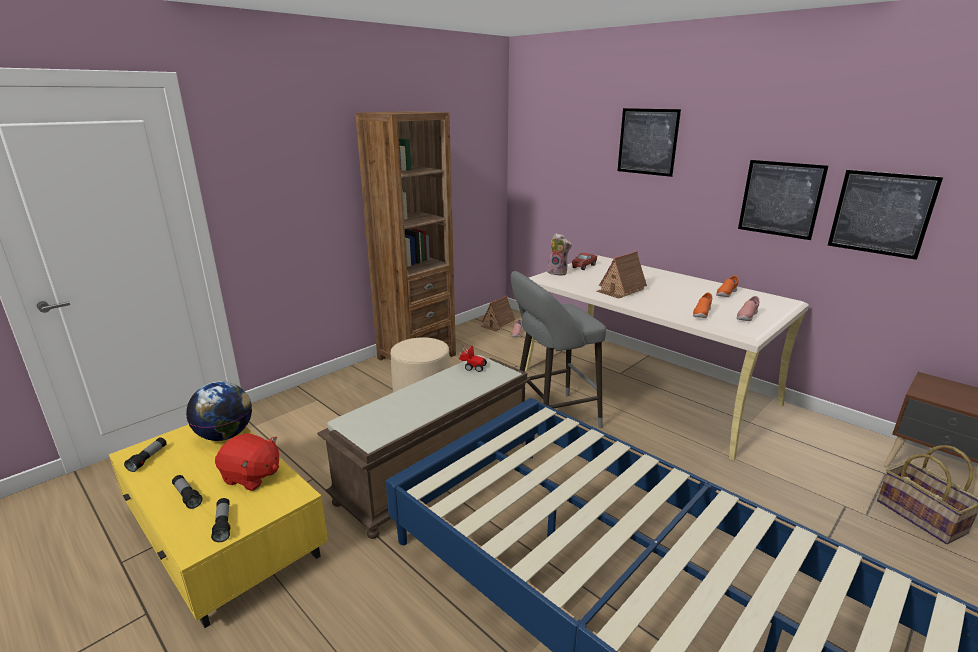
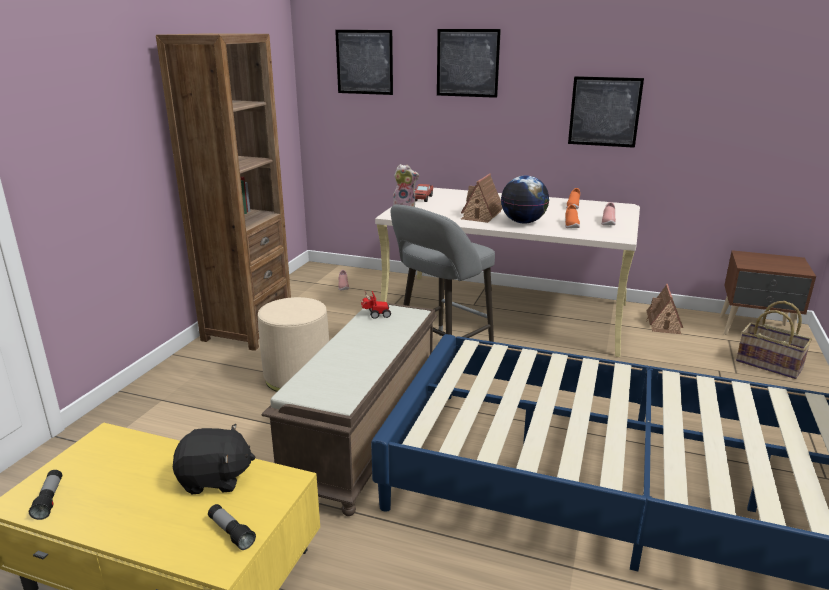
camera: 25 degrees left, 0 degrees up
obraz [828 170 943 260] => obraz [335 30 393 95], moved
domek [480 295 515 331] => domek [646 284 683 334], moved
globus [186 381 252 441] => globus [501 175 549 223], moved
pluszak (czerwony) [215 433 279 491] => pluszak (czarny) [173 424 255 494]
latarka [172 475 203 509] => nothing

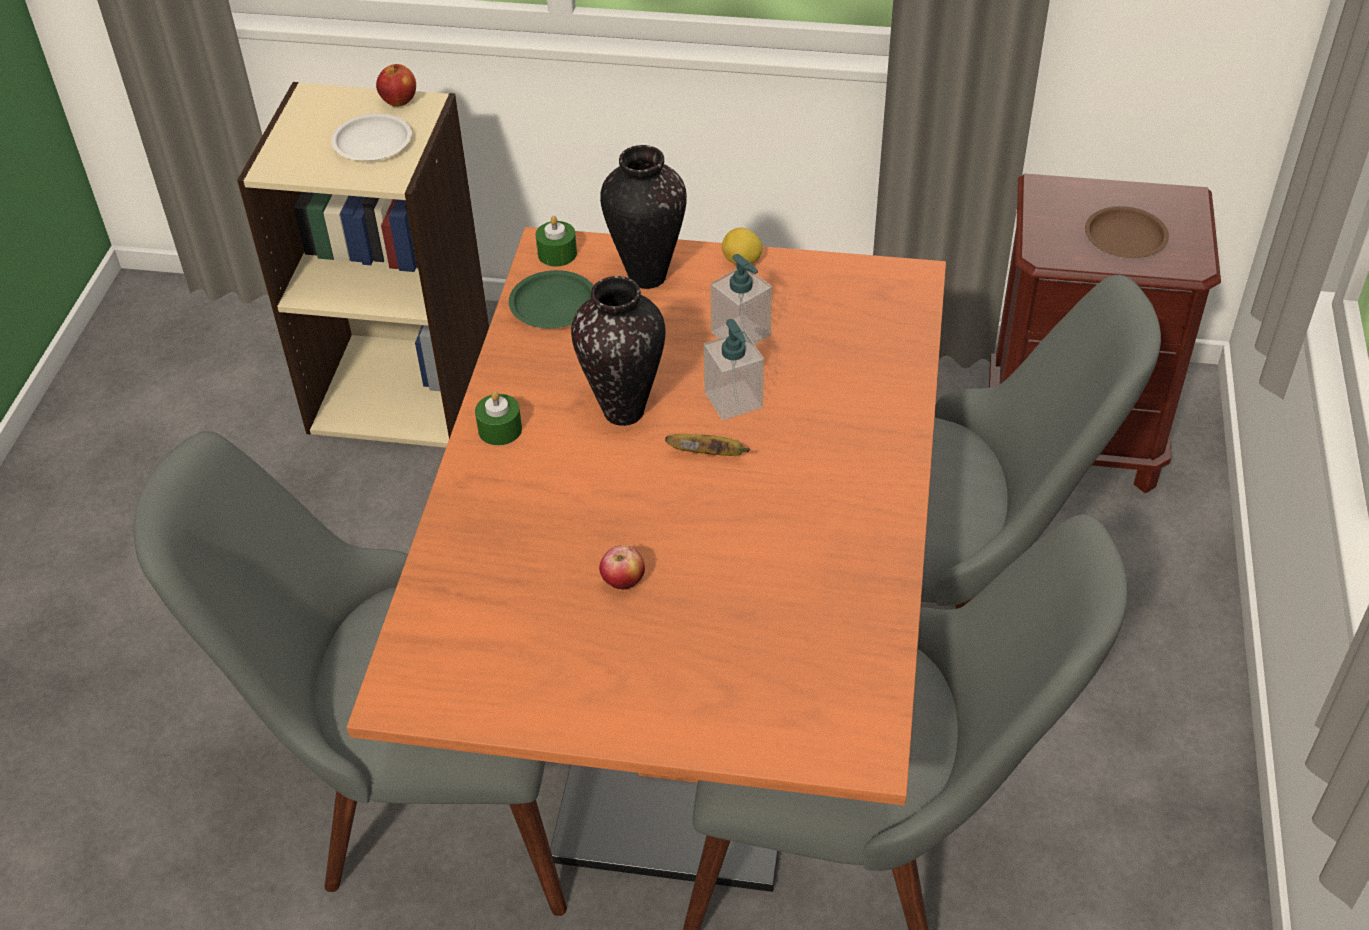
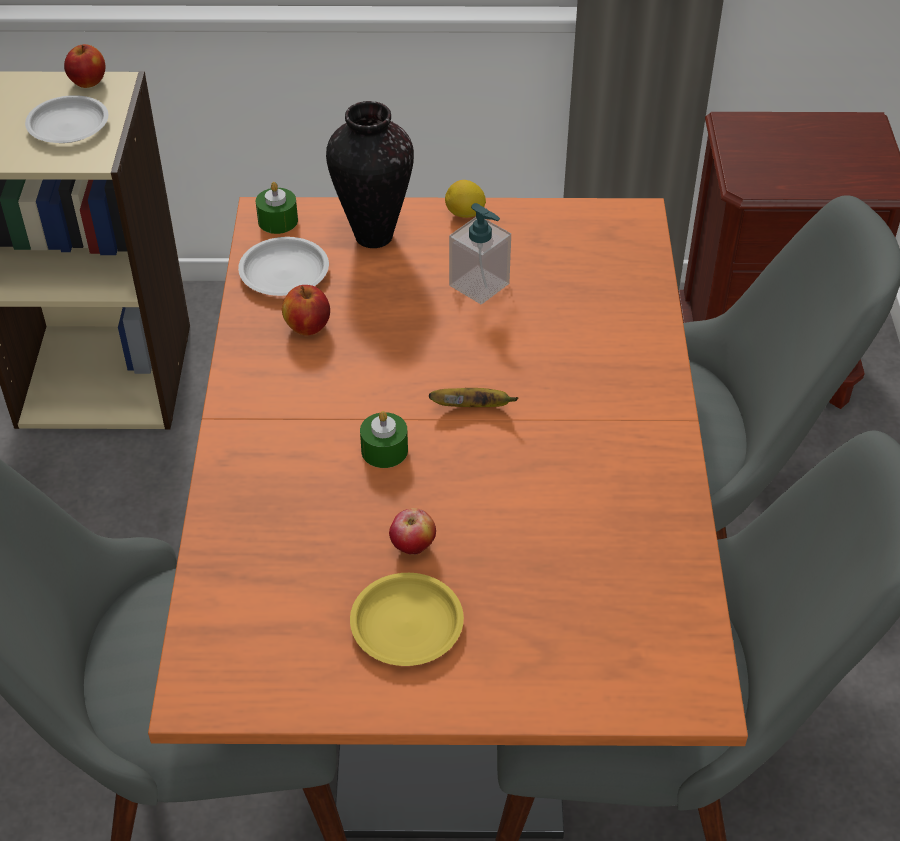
camera: 10 degrees left, 0 degrees up
talerz (brązowy) [1085 206 1169 258] => nothing
talerz (zielony) [509 270 593 329] => talerz (biały) [238 237 329 296]
wazon [571 276 665 426] => nothing
dozownik mydła [704 319 764 420] => nothing
świeca (zielony) [475 391 522 446] => świeca (zielony) [360 411 408 468], moved
nothing => jabłko [282 285 330 336]
nothing => talerz (żółty) [350 573 464 666]

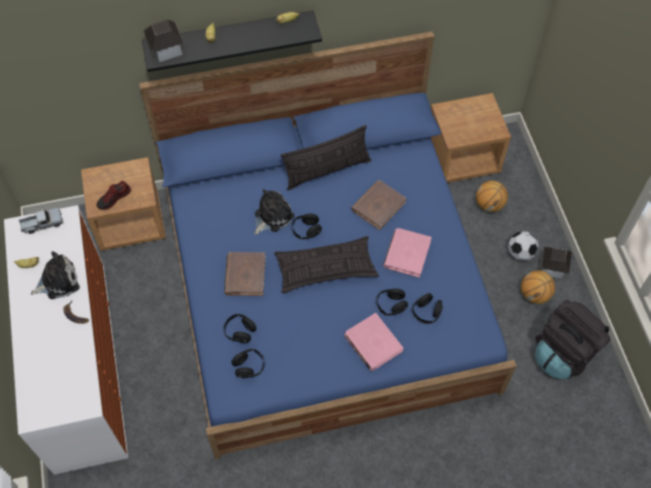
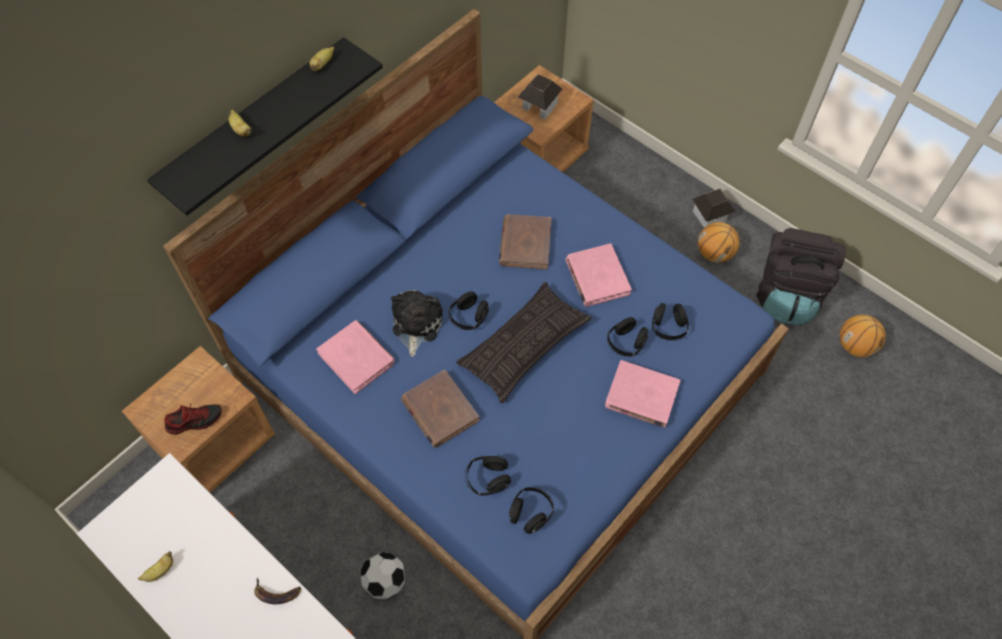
camera: 35 degrees left, 0 degrees up
domek [144 20 184 62] => domek [518 74 562 119], moved
poduszka [281 125 372 190] => nothing
but [96 181 131 210] => but [164 404 222 435], 120 degrees counterclockwise
piłka do koszykówki [476 181 508 212] => piłka do koszykówki [840 314 886 357], moved
ciężarówka zabawkowa [19 208 63 234] => nothing
piłka futbolowa [508 231 539 261] => piłka futbolowa [361 552 405 600], moved
pluszak [31 251 80 299] => nothing
nothing => książka (różowy) [316 320 395 394]

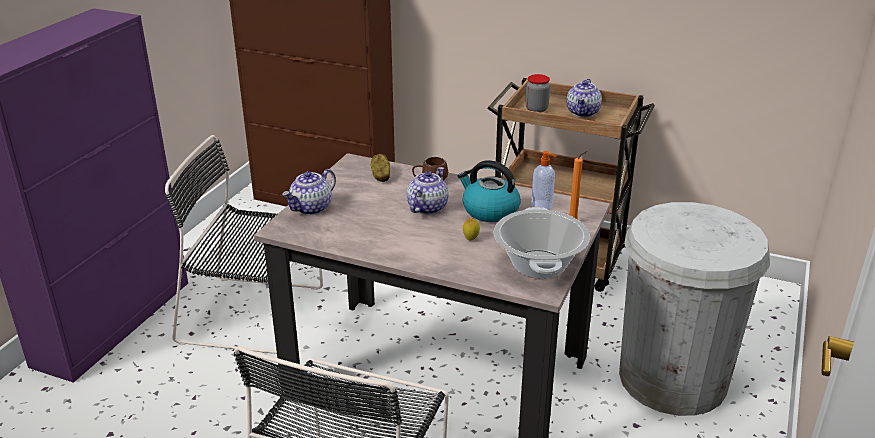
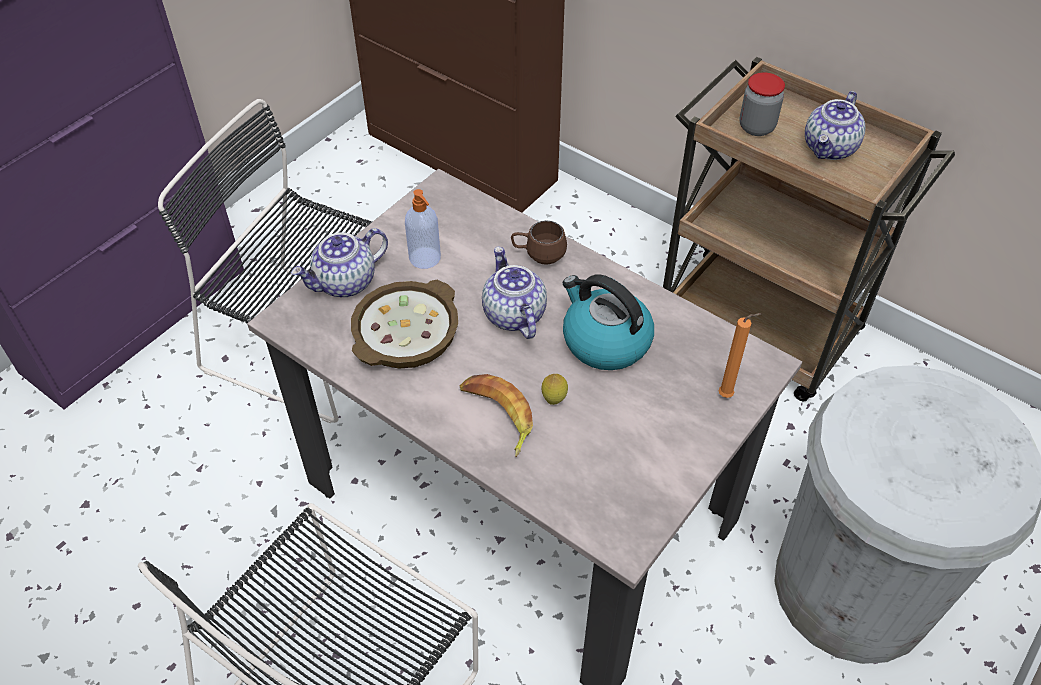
camera: 15 degrees right, 20 degrees up
dozownik mydła [531 151 557 210] => dozownik mydła [405 189 441 269], moved
ziemniak [371 154 390 182] => nothing
imbryk [407 167 448 215] => imbryk [482 246 547 339], 60 degrees counterclockwise
garnek [494 207 590 278] => nothing
nothing => miska [351 280 458 369]
nothing => banan [460 374 533 457]

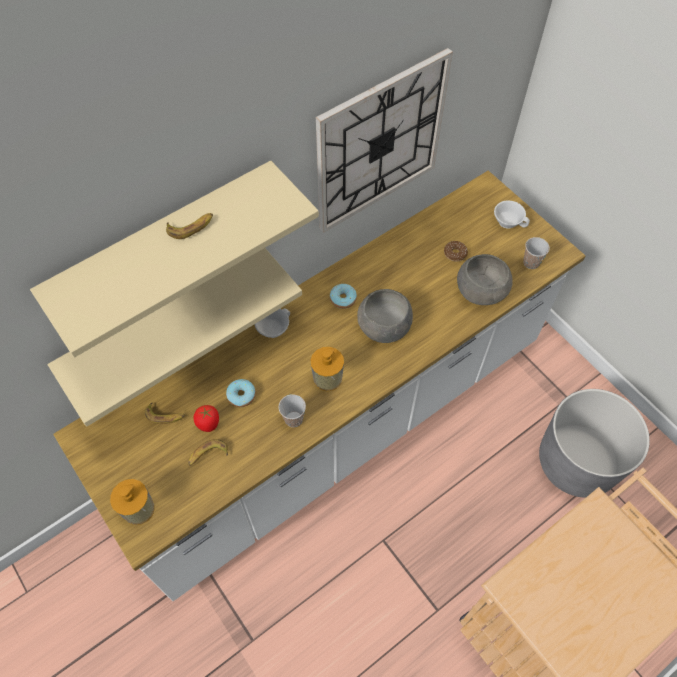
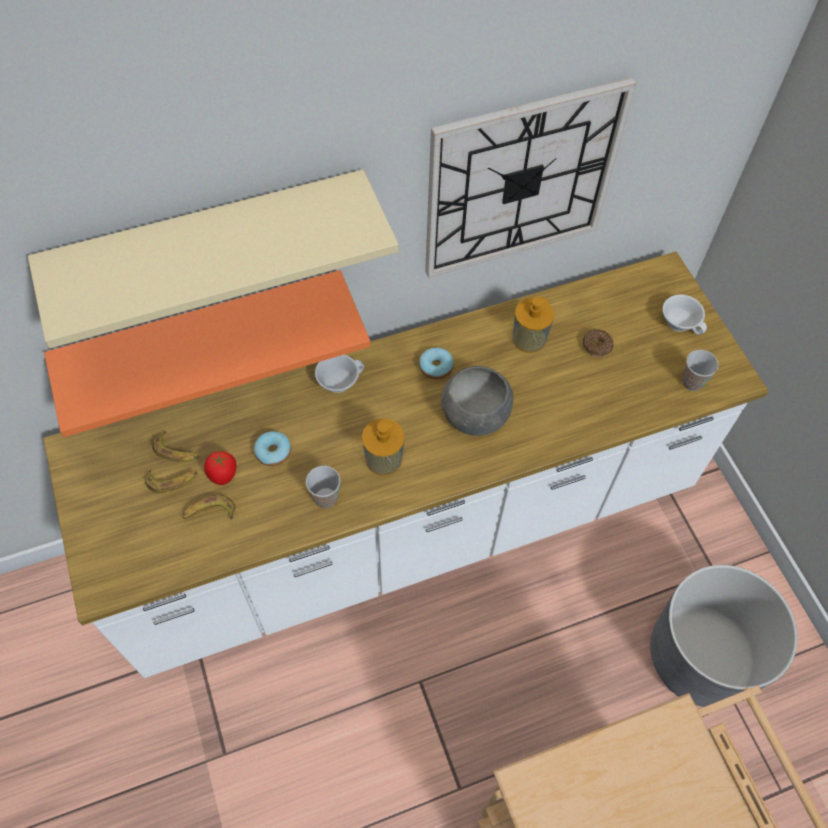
camera: 15 degrees right, 0 degrees up
banan [166 213 213 239] => banan [145 470 197 493], moved
półka (beżowy) [47 248 302 427] => półka (pomarańczowy) [44 270 370 437]
miska (szary) [457 254 513 305] => nothing
dozownik mydła [110 479 154 525] => dozownik mydła [513 297 554 353], moved

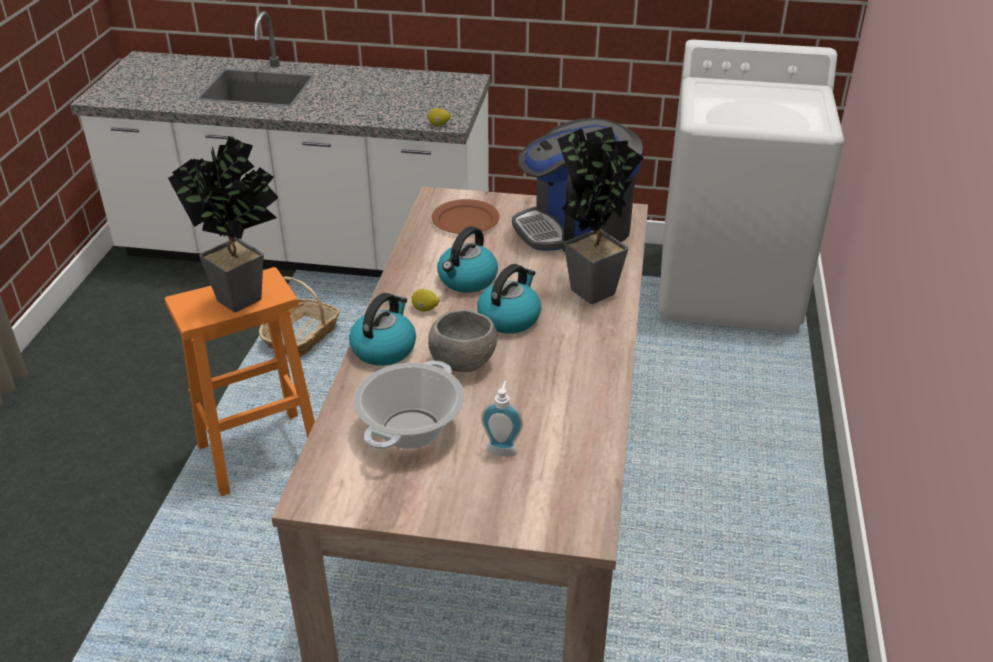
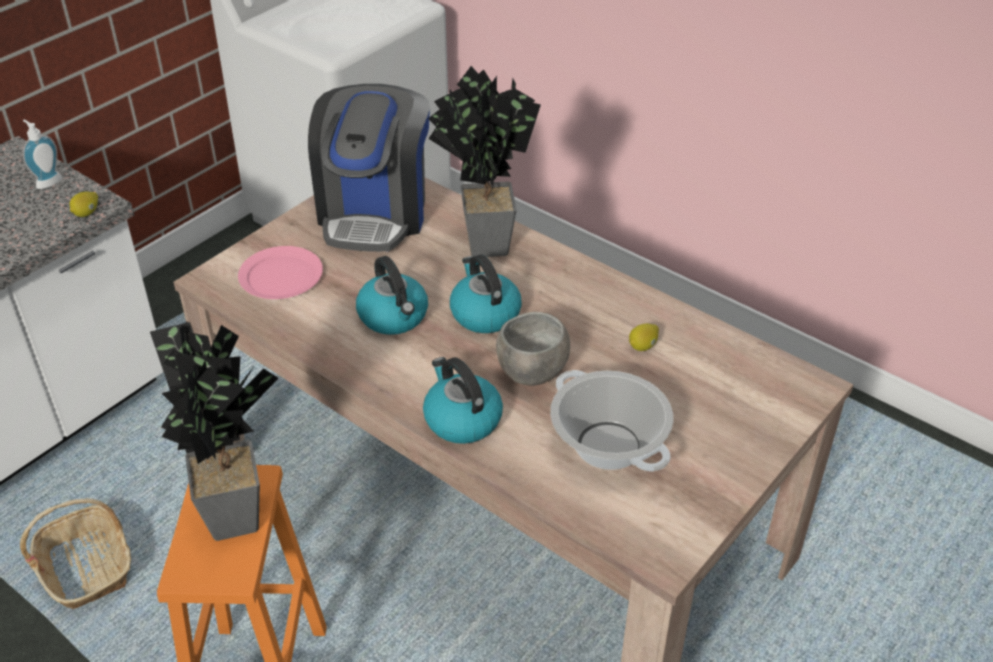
camera: 60 degrees left, 5 degrees up
talerz (brązowy) [432 199 499 234] => talerz (różowy) [238 246 323 299]
cytryna [412 289 440 312] => cytryna [629 323 659 351], moved
dozownik mydła [481 381 523 456] => dozownik mydła [23 120 62 189], moved

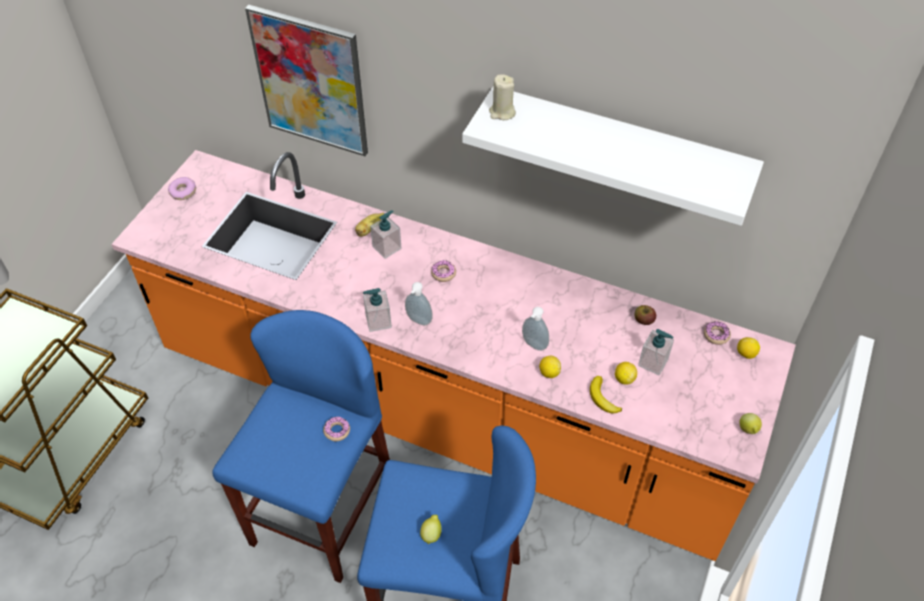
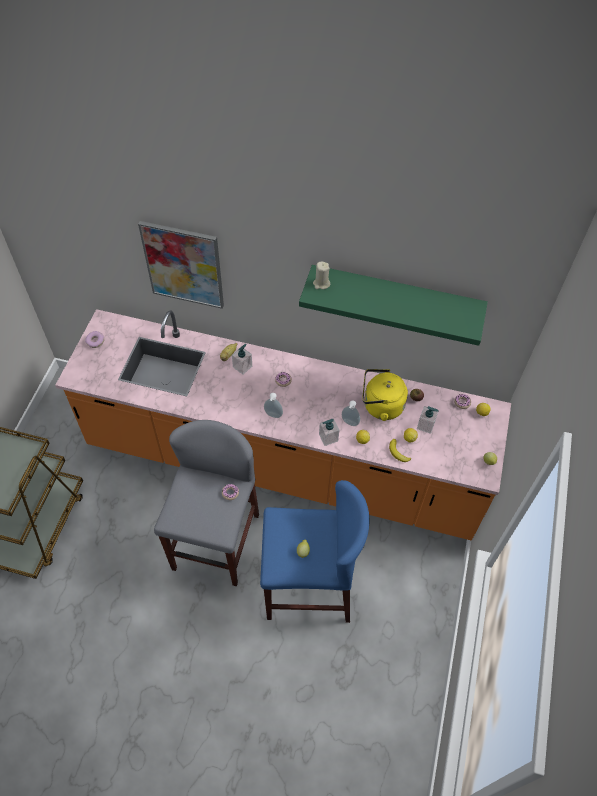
camera: 10 degrees left, 5 degrees up
półka (biały) [462 86 764 226] => półka (zielony) [299 265 488 346]
dozownik mydła [363 288 392 332] => dozownik mydła [319 418 339 446], moved
stołek (niebieski) [212 310 390 583] => stołek (szary) [154 420 259 586]
nothing => czajnik (żółty) [362 369 408 421]

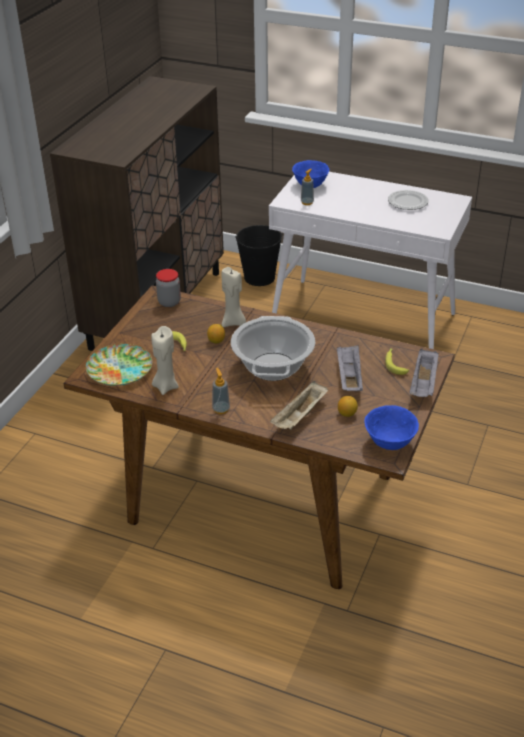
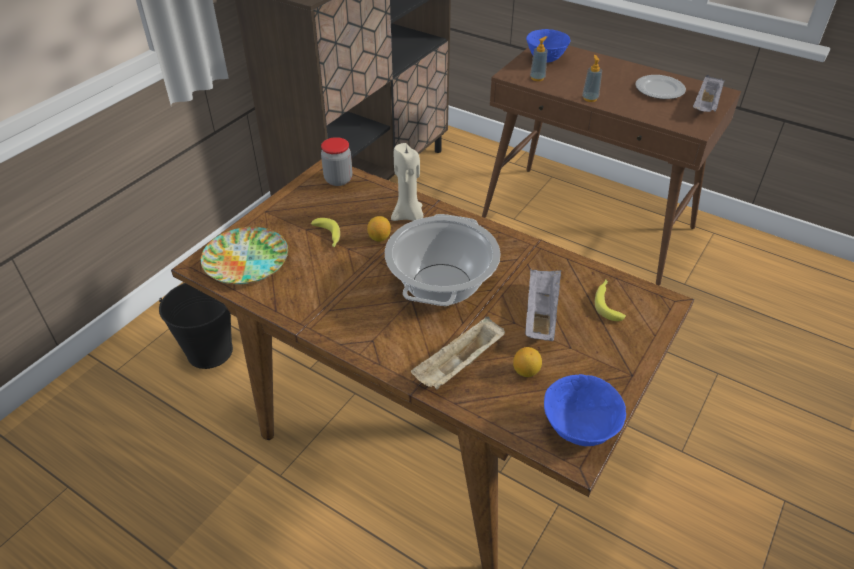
camera: 10 degrees right, 5 degrees up
stolik konsolowy (biały) [269 172 472 349] => stolik konsolowy (brązowy) [482 45 741 285]
wiadro (czarny) [235 225 282 286] => wiadro (czarny) [159 283 233 369], moved
świeca (beżowy) [151 326 179 395] => nothing
taca (szary) [409 348 439 397] => taca (szary) [693 75 724 112], moved
dozownik mydła [212 368 230 414] => dozownik mydła [582 55 602 102], moved

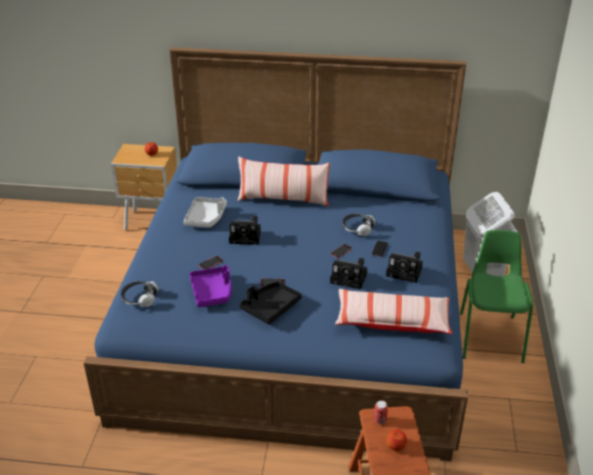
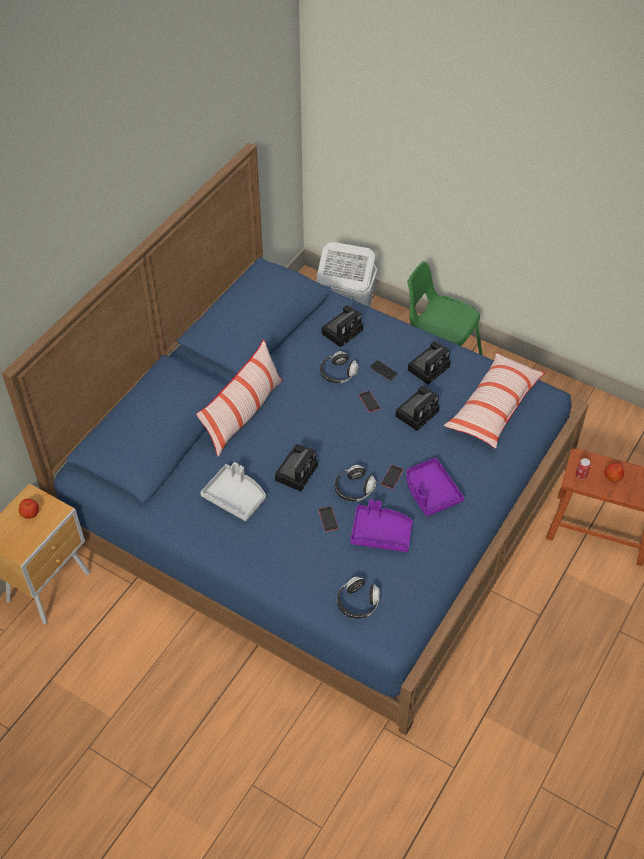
camera: 65 degrees left, 15 degrees up
taca (czarny) [240 282 302 324] => taca (fioletowy) [406 458 464 516]
nothing => aparat fotograficzny [321 305 363 347]
nothing => słuchawki [334 465 376 502]

